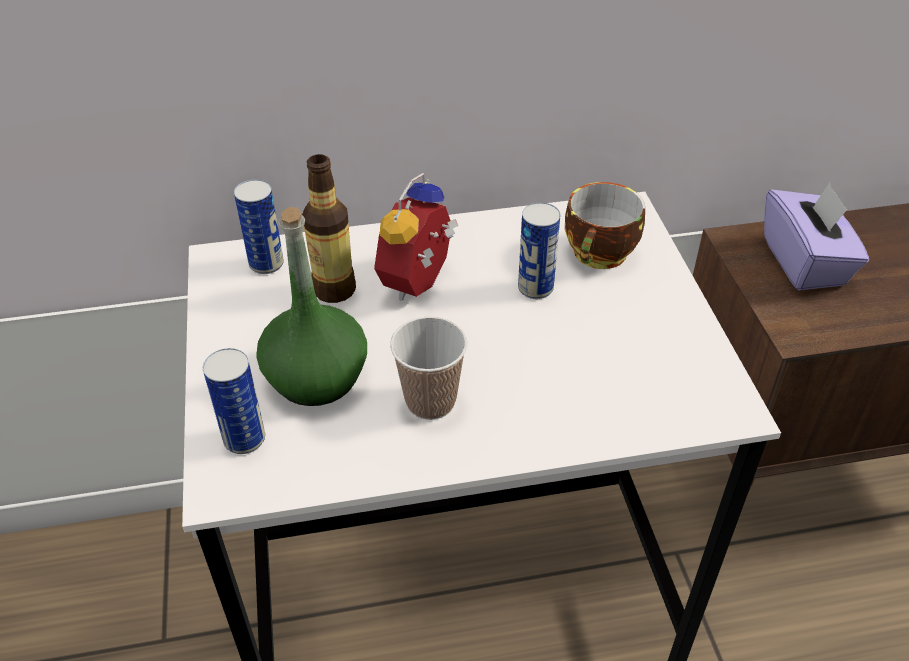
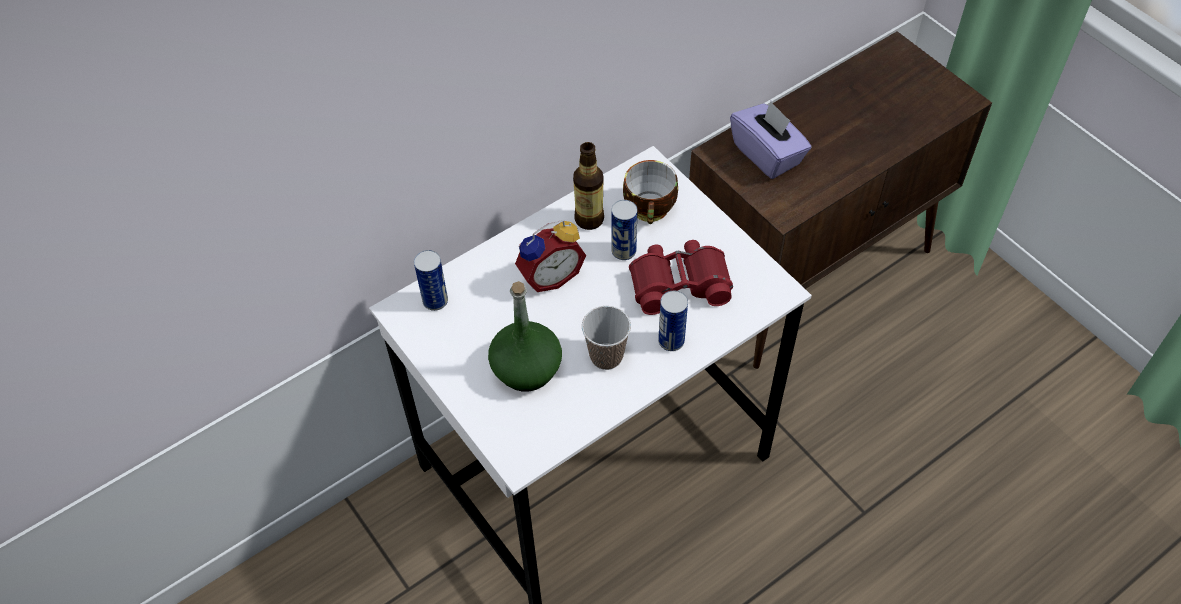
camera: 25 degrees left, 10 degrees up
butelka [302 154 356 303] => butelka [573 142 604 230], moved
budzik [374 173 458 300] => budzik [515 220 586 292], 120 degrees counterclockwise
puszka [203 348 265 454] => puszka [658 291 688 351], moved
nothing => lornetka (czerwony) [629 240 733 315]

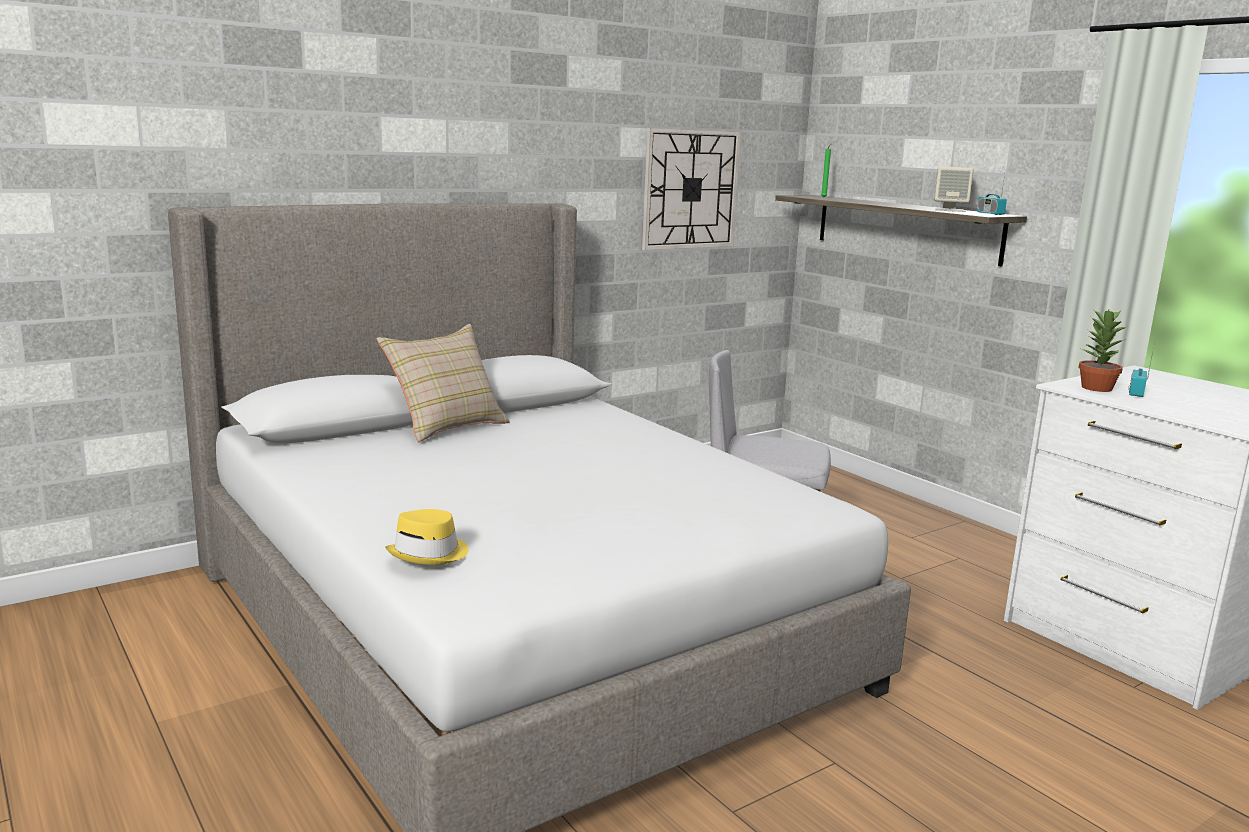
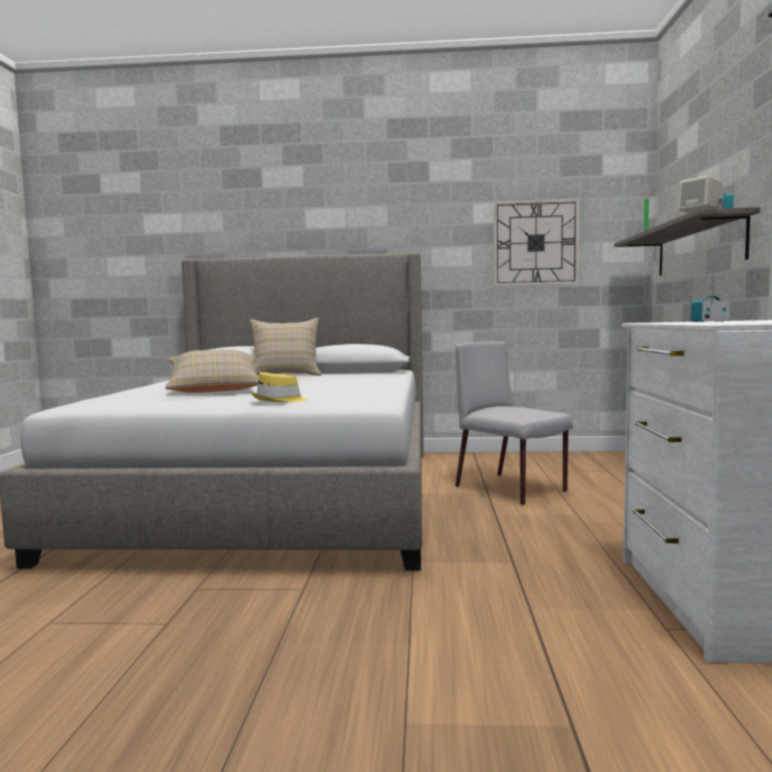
camera: 40 degrees right, 10 degrees down
roślina doniczkowa [1079 309 1129 392] => nothing
kapelusz (żółty) [385 509 469 565] => kapelusz (żółty) [251 372 308 402], moved
nothing => poduszka (beżowy) [165 349 259 393]

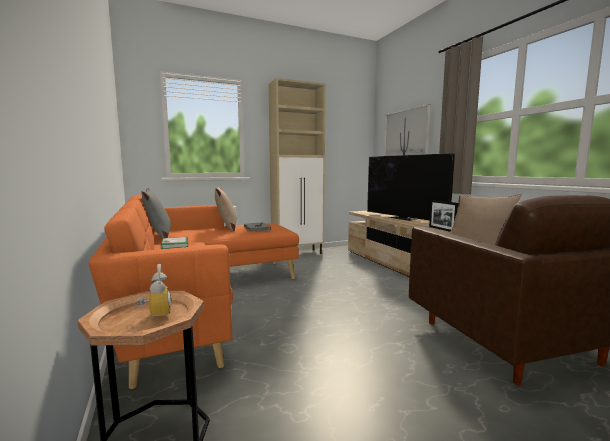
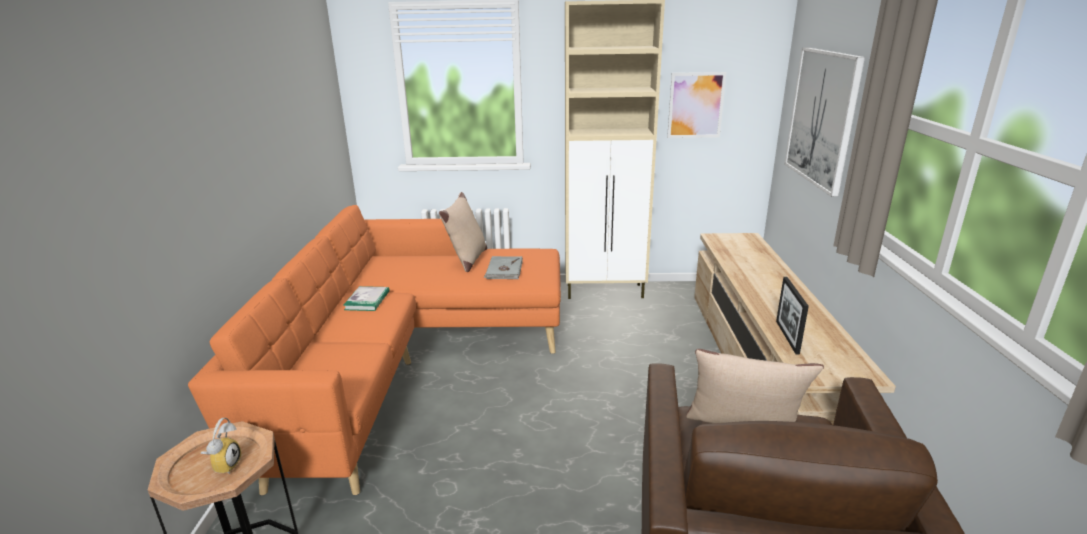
camera: 25 degrees right, 15 degrees up
telewizor [367 153 455 221] => nothing
poduszka (szary) [141 188 171 238] => nothing
nothing => obraz [667 72 727 138]

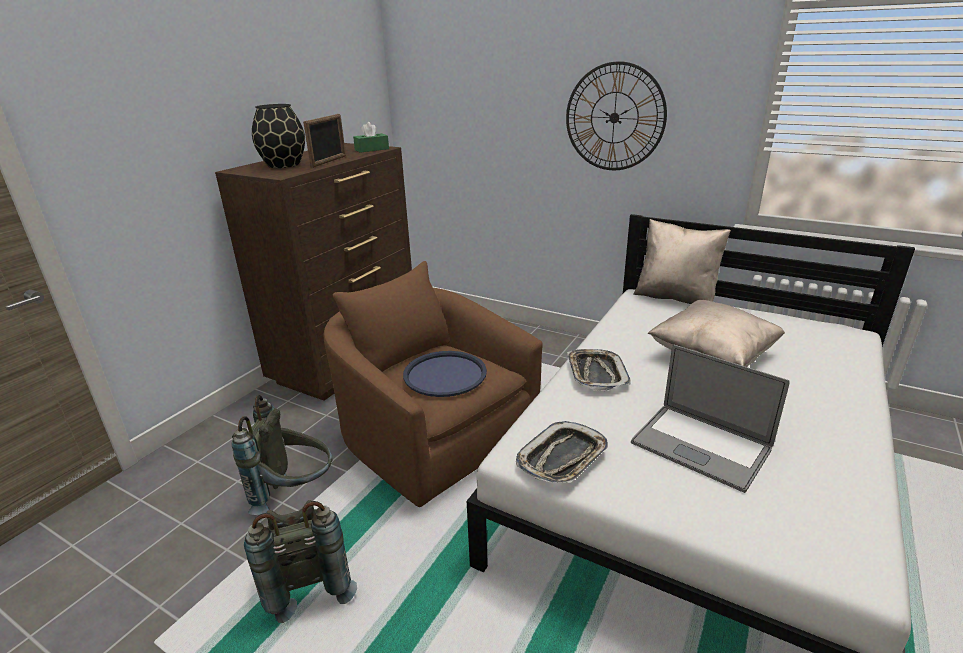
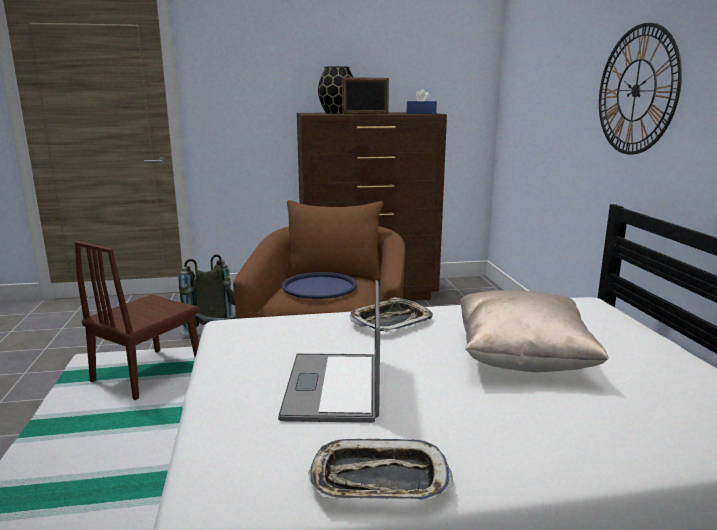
camera: 50 degrees right, 10 degrees down
pudełko chusteczek (zielony) [353 122 389 153] => pudełko chusteczek (niebieski) [407 89 437 114]
poduszka (beżowy) [633 219 731 304] => nothing
taca [516 421 608 483] => taca [308 439 454 500], moved
plecak (szary) [244 500 357 623] => krzesło (brązowy) [75 241 200 400]

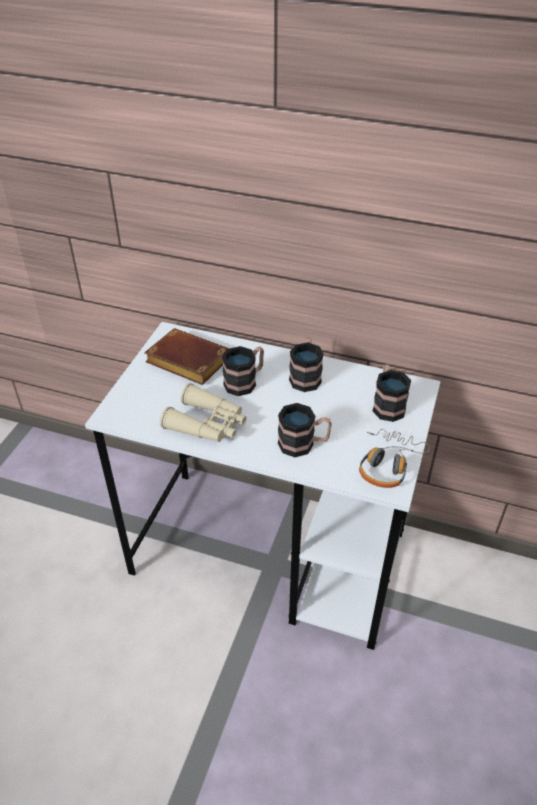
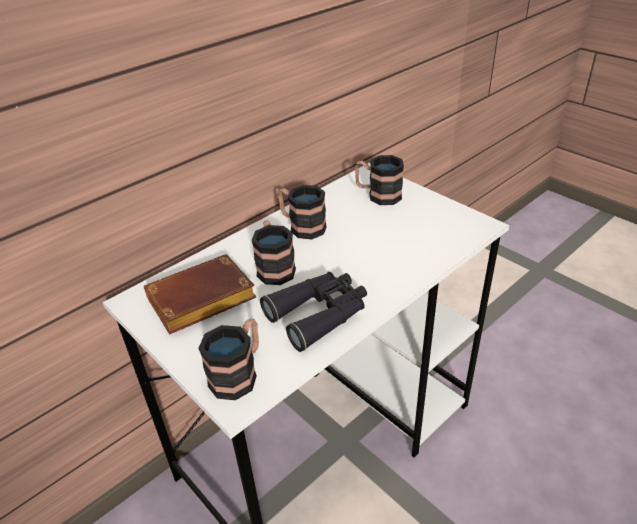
camera: 60 degrees left, 5 degrees down
lornetka (beżowy) [160 383 247 442] => lornetka (czarny) [260 272 367 352]
kubek [278 403 332 457] => kubek [198 318 259 400], moved
słuchawki [359 429 430 488] => nothing

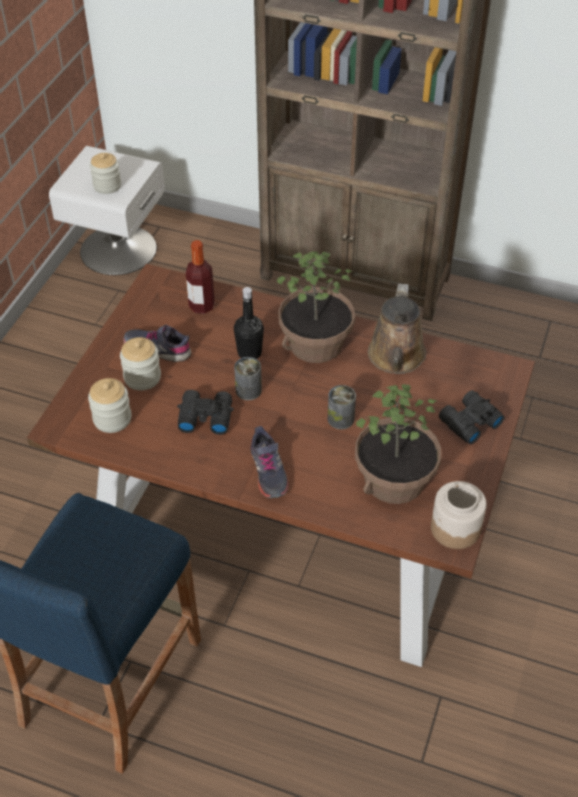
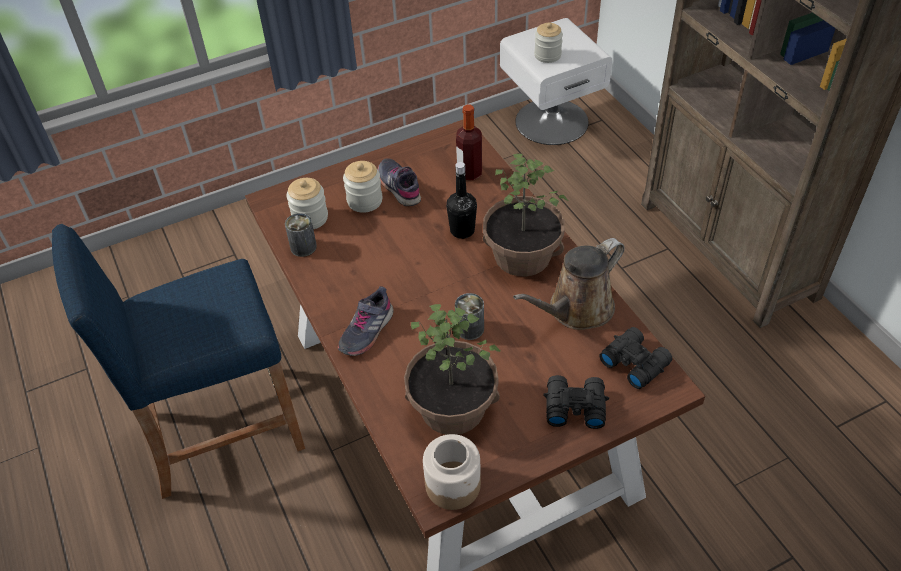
camera: 45 degrees right, 0 degrees up
puszka [234 357 262 400] => puszka [285 213 317 257], moved
lornetka (czarny) [177 390 234 435] => lornetka (czarny) [599 327 672 389], moved

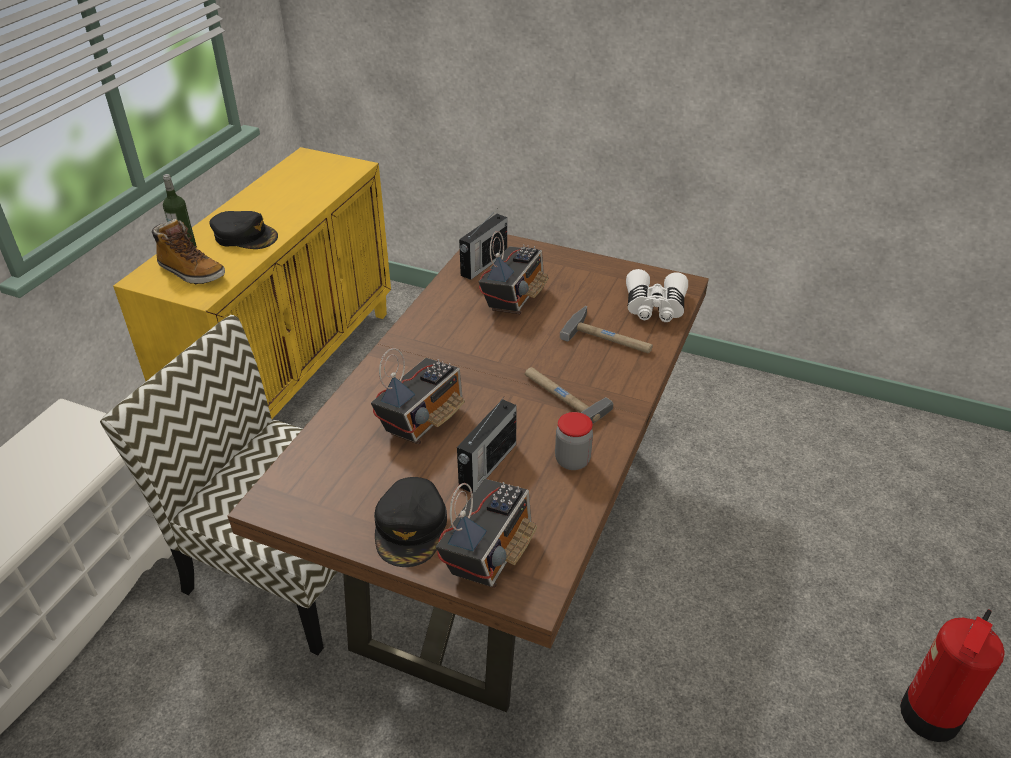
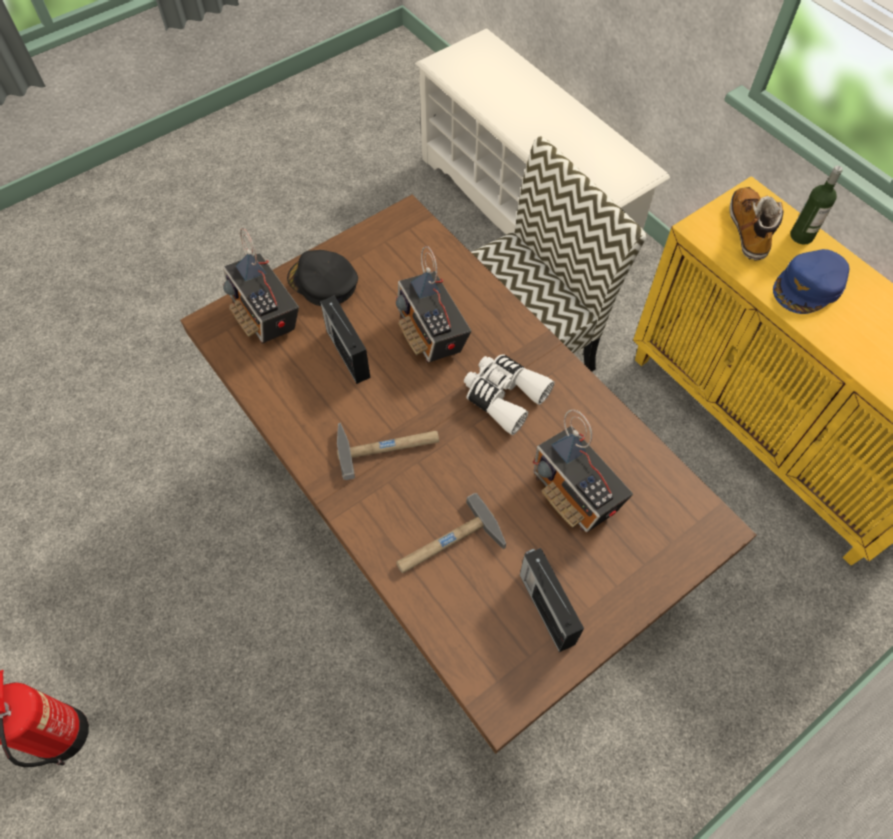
camera: 120 degrees right, 20 degrees up
radio [459 208 507 280] => radio [520 548 584 652], moved
czapka z daszkiem (czarny) [209 211 278 249] => czapka z daszkiem (niebieski) [773 249 850 314]
but z cholewką [152 219 225 285] => but z cholewką [729 187 784 261], 120 degrees clockwise
lornetka (biały) [626 269 688 322] => lornetka (biały) [464 354 555 435], moved
słoik [555 412 593 470] => nothing

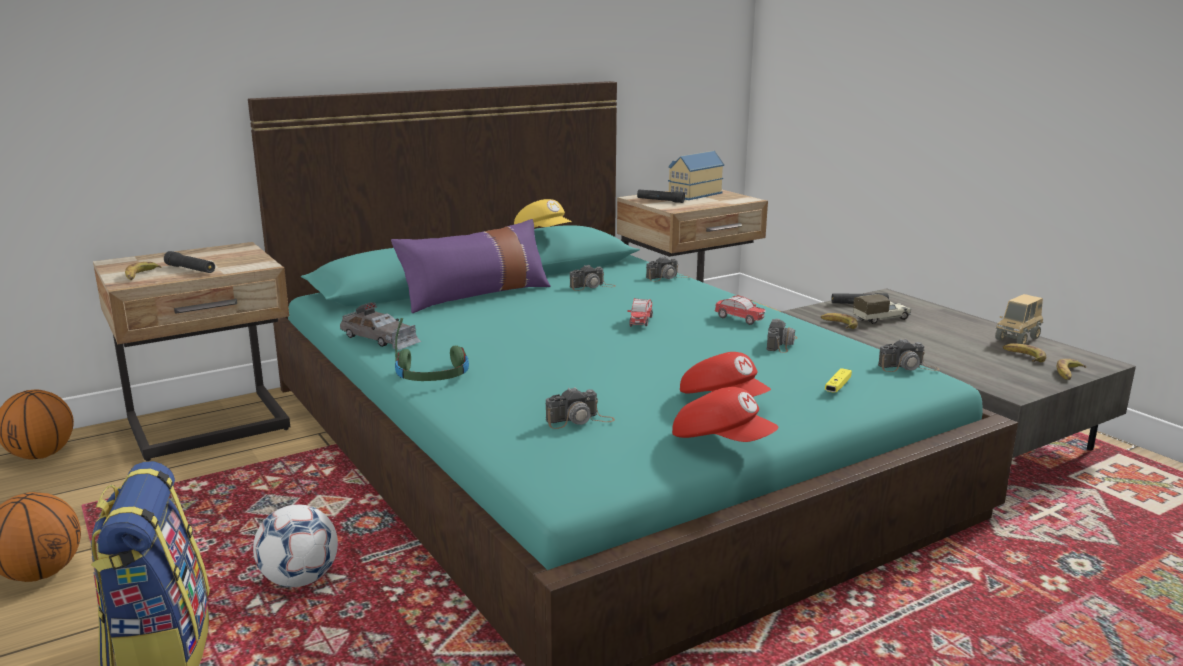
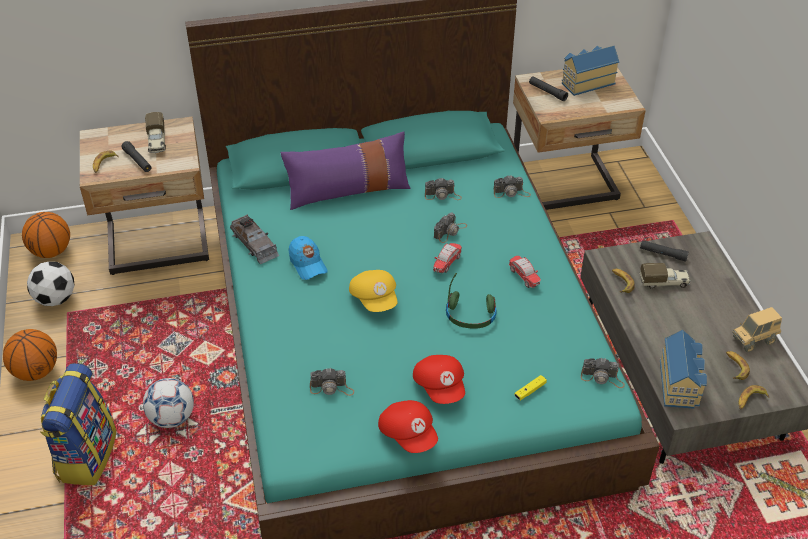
camera: 20 degrees right, 25 degrees up
czapka z daszkiem (żółty) [514 199 572 228] => czapka z daszkiem (żółty) [349 270 398 312], moved
słuchawki (zielony) [395 318 469 381] => słuchawki (zielony) [446 273 497 329], moved
aparat fotograficzny [767 319 798 353] => aparat fotograficzny [434 212 467 243], moved
nothing => ciężarówka zabawkowa [145 112 166 153]
nothing => czapka z daszkiem (niebieski) [289 236 328 280]
nothing => piłka futbolowa [27 262 75 306]
nothing => domek [660 330 707 409]

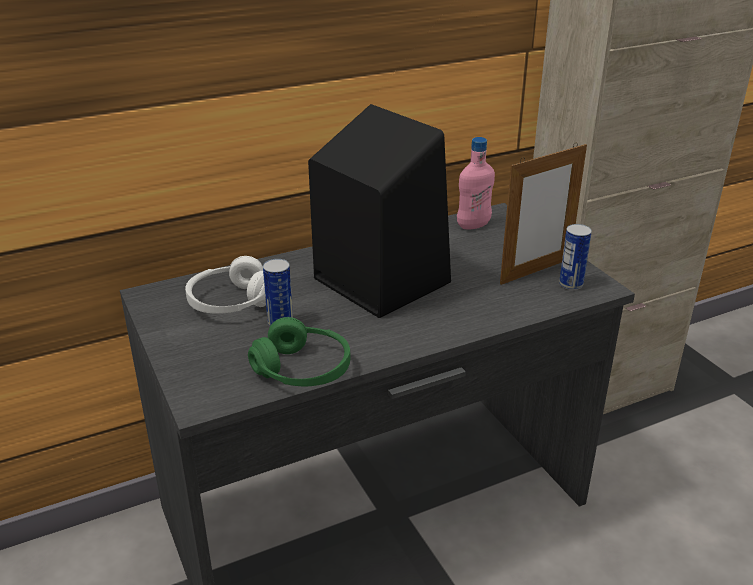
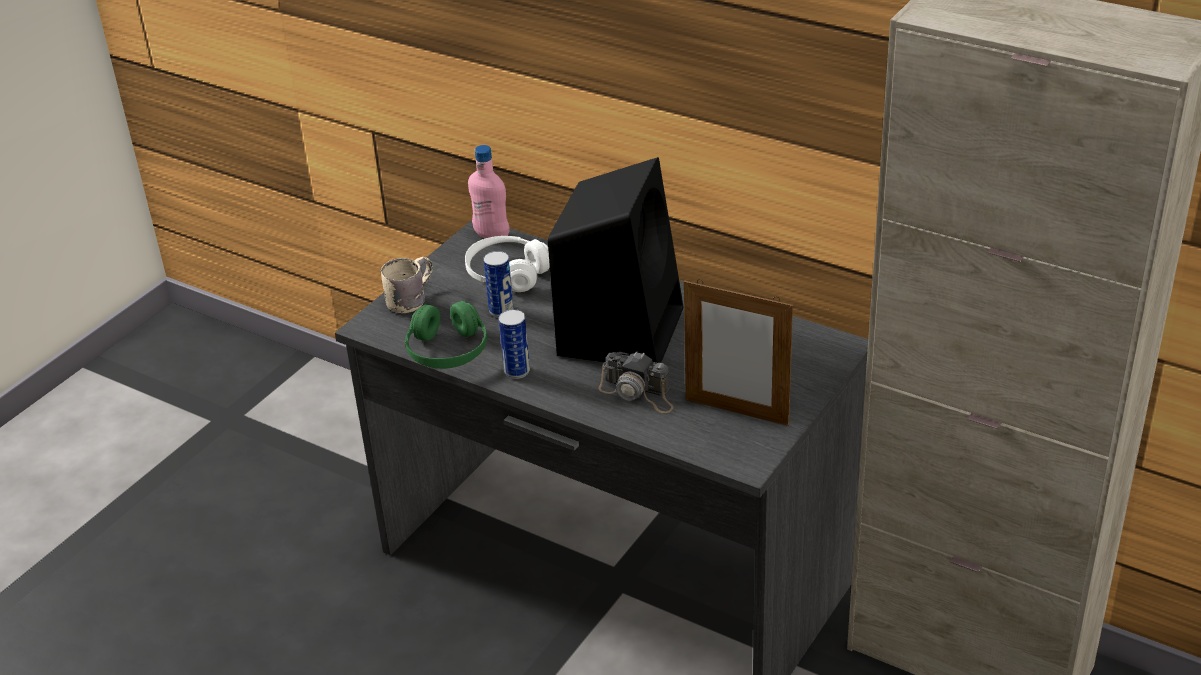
camera: 60 degrees right, 5 degrees up
butelka (różowy) [457 137 495 230] => butelka (różowy) [468 145 509 238], moved
puszka [559 224 592 290] => puszka [499 309 530 379], moved
nothing => kubek (beżowy) [381 257 433 313]
nothing => aparat fotograficzny [598 351 674 413]

